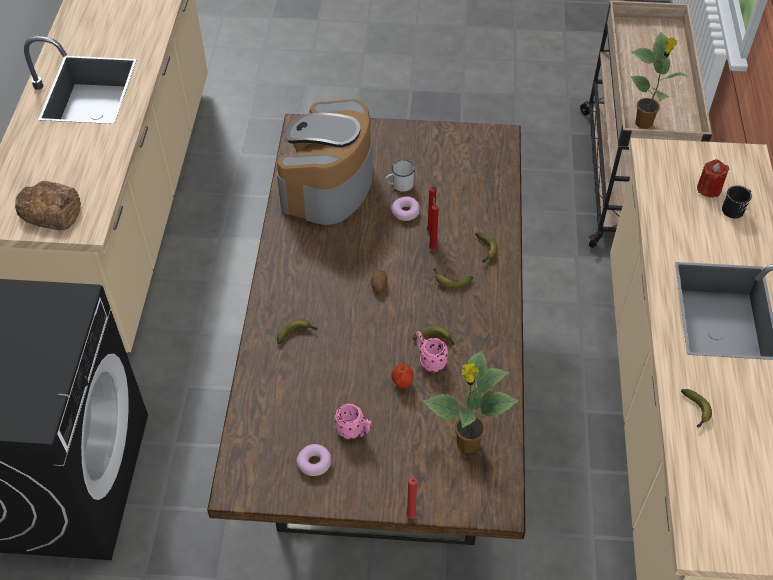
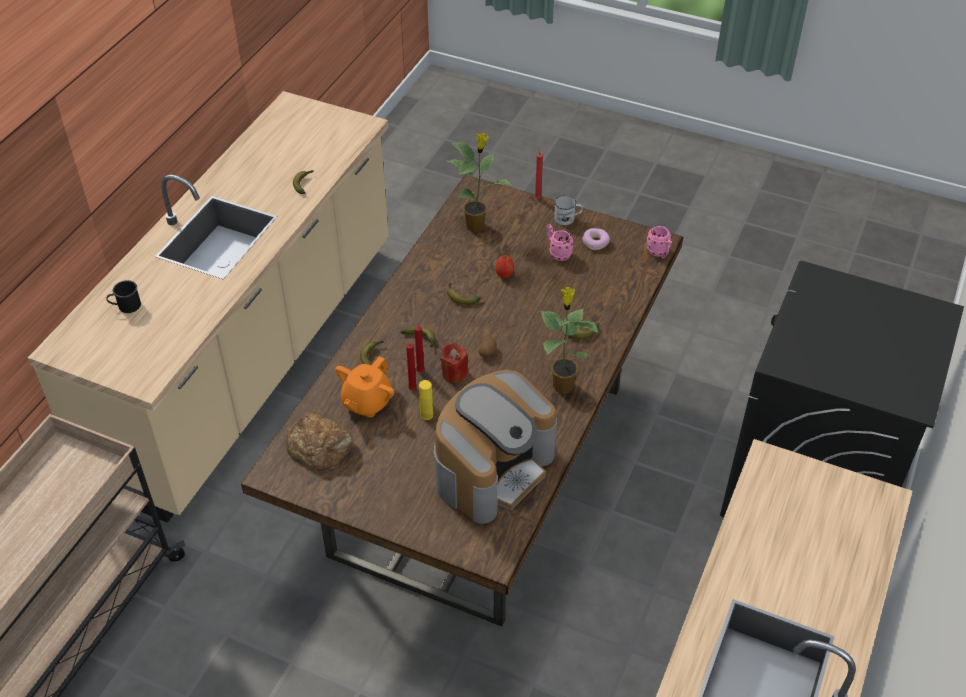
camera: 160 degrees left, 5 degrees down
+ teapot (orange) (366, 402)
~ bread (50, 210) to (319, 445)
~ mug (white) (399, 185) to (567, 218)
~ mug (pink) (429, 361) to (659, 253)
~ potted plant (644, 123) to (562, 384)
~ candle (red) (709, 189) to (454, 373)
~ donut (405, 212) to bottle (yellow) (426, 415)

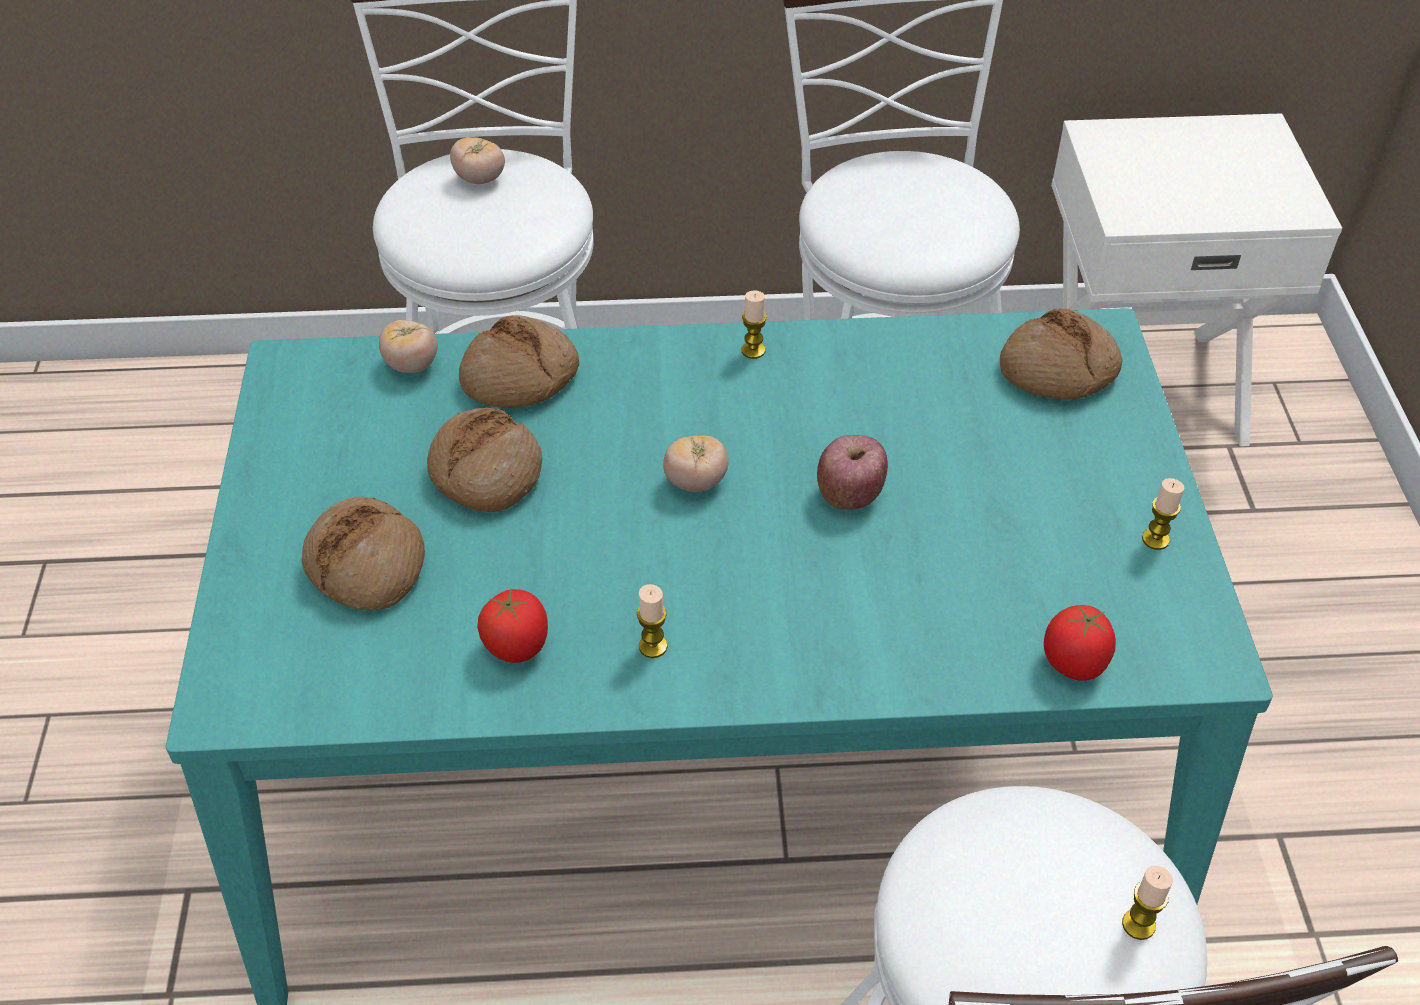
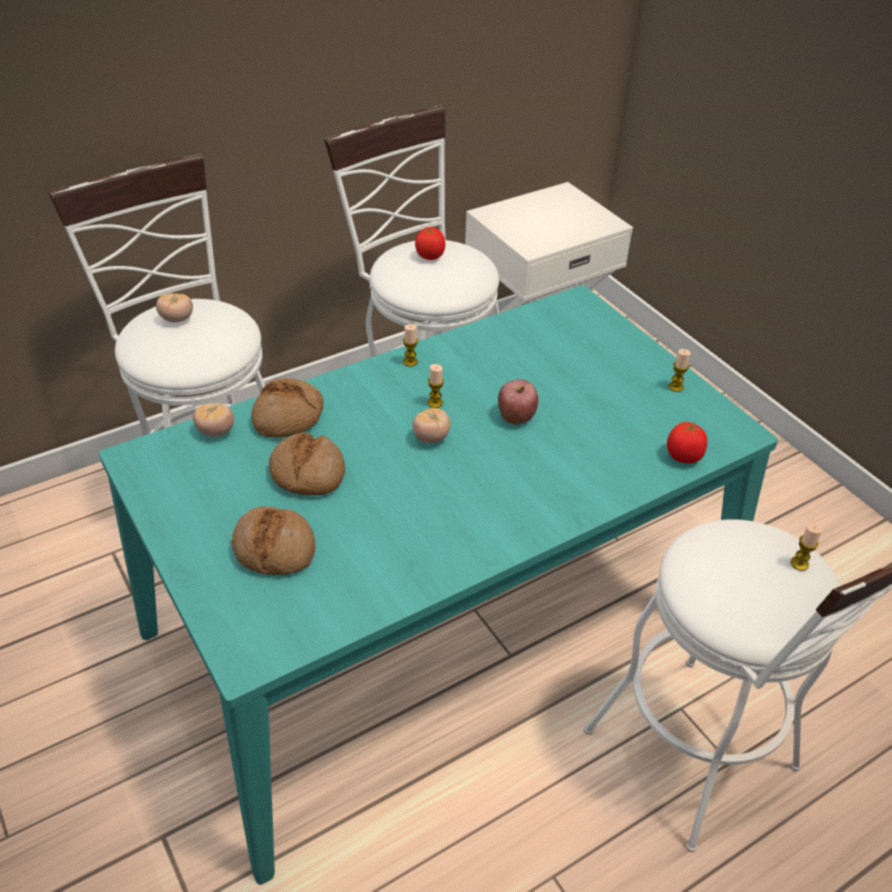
camera: 30 degrees left, 5 degrees down
- bread (1058, 371)
~ tomato (517, 646) to (430, 256)
~ candle (653, 646) to (435, 403)

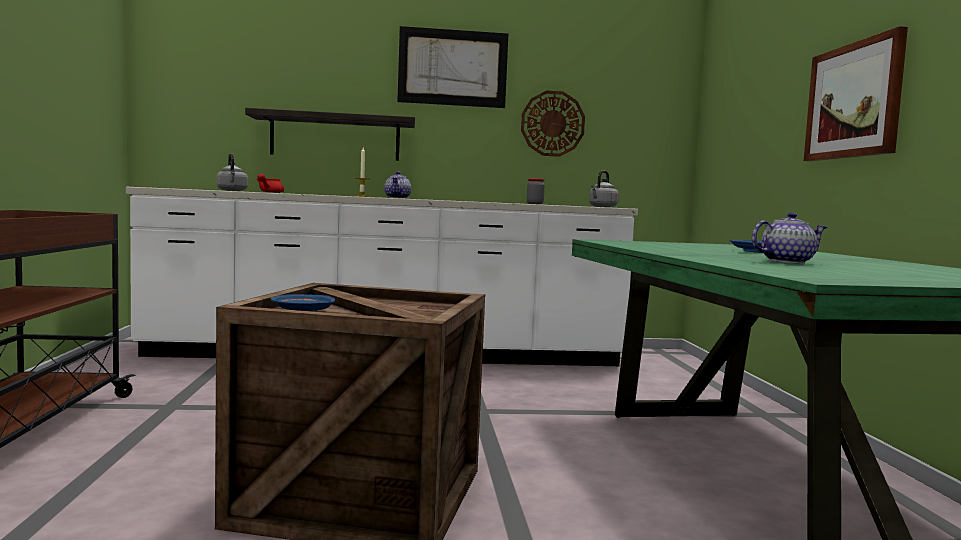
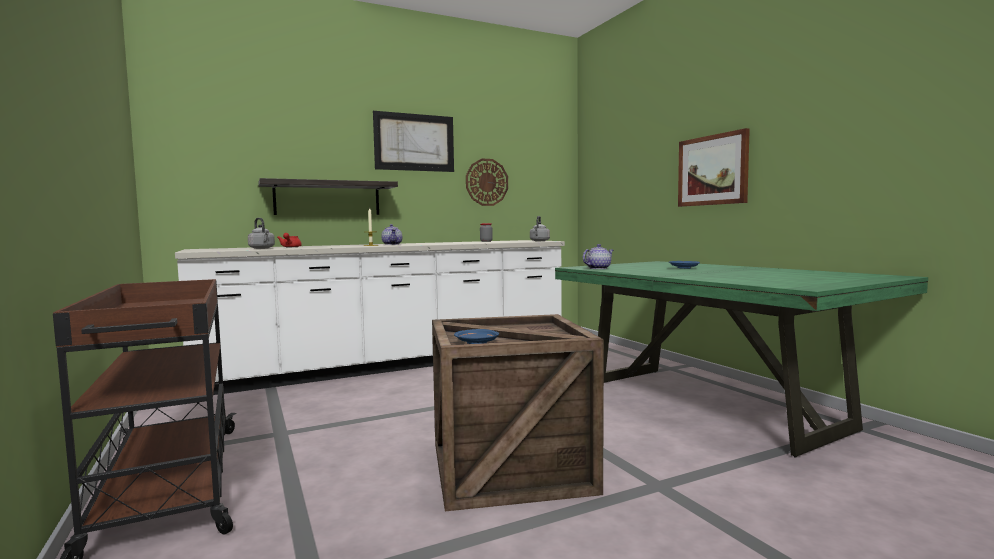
camera: 20 degrees left, 0 degrees up
~ teapot (787, 262) to (598, 268)

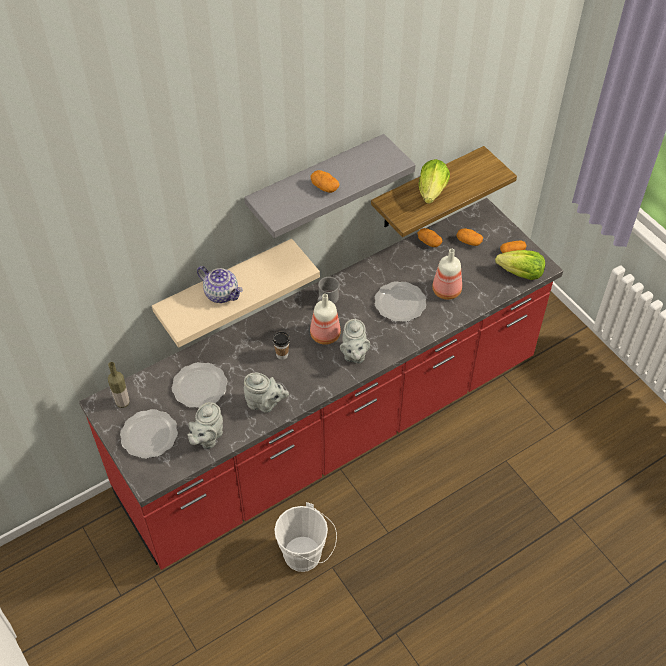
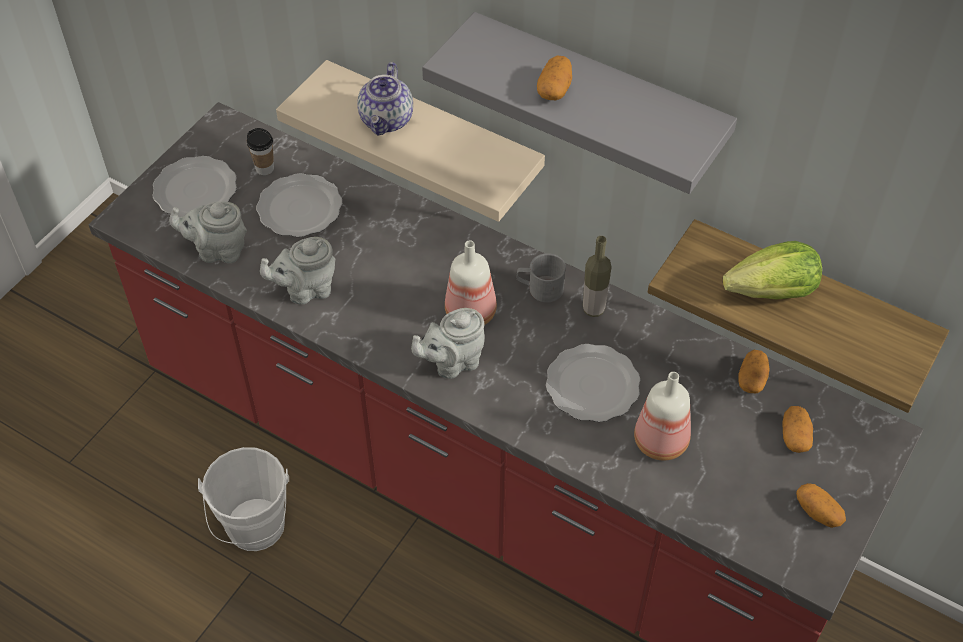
camera: 65 degrees right, 0 degrees up
- lettuce (521, 274)
~ bottle (122, 402) to (593, 309)
~ cup (282, 355) to (265, 168)
~ teapot (grey) (265, 403) = (306, 290) 75 degrees clockwise

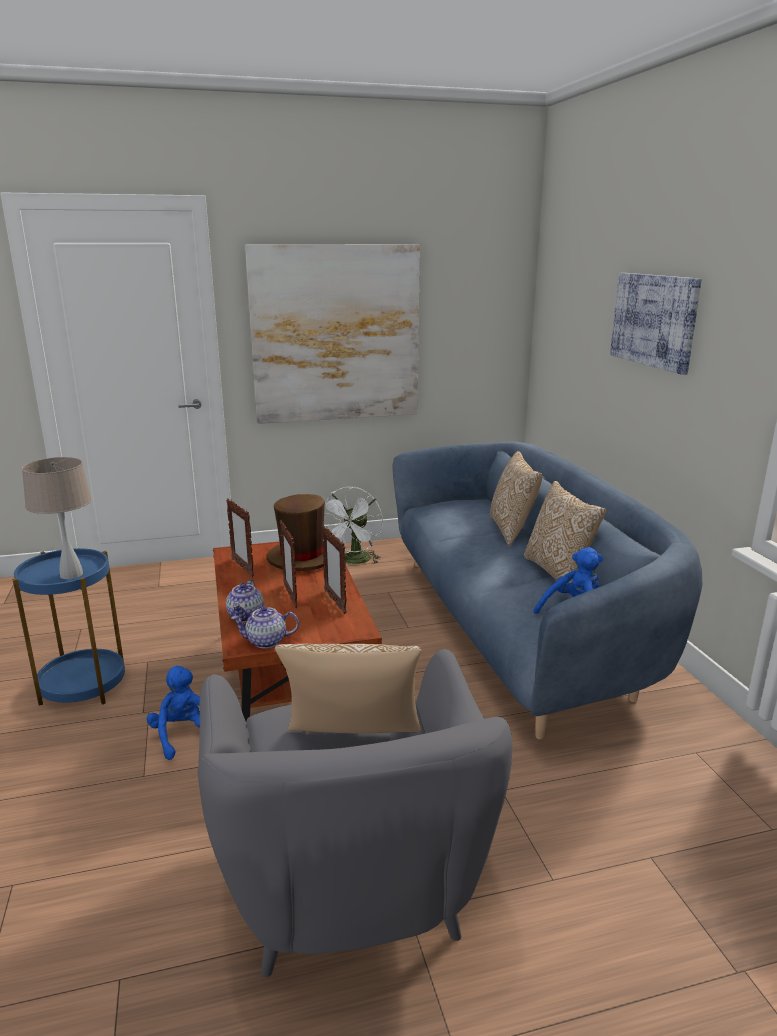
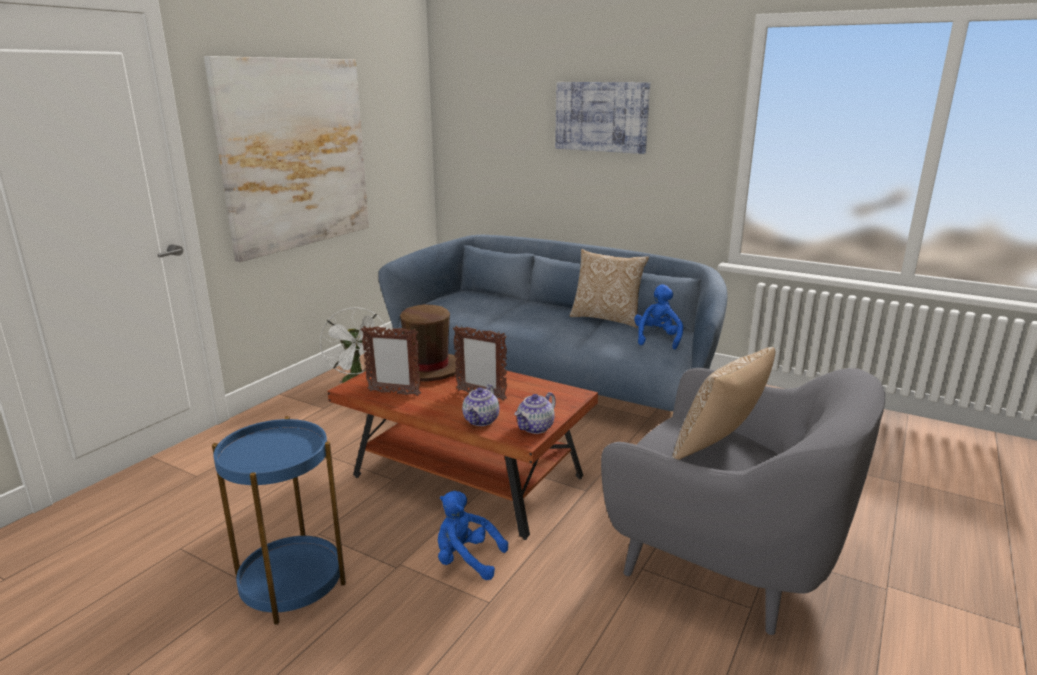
camera: 45 degrees left, 0 degrees up
- table lamp (beige) (71, 575)
- picture frame (335, 602)
- pillow (512, 531)
~ teapot (246, 616) = (481, 420) 60 degrees clockwise

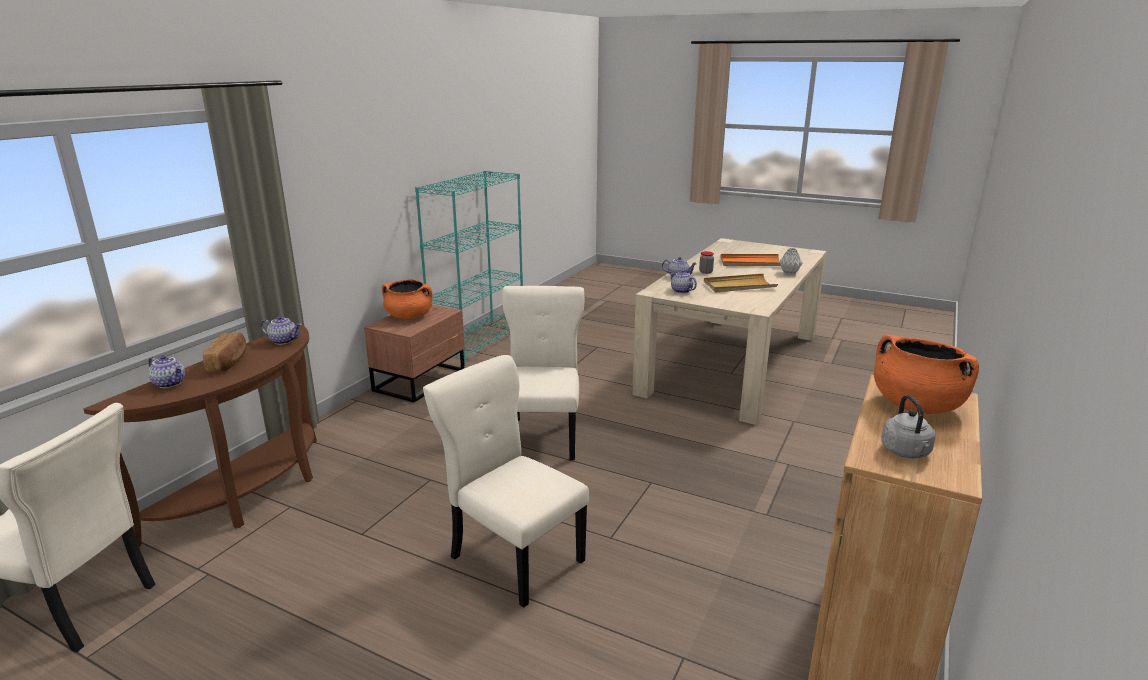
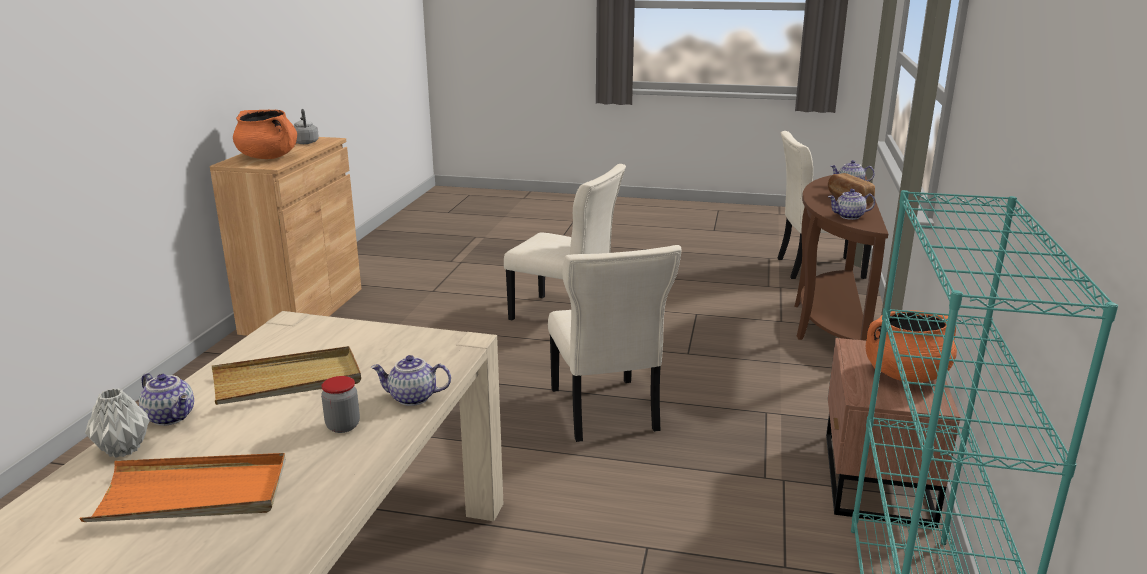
camera: 165 degrees right, 0 degrees up
~ teapot (681, 291) to (171, 417)

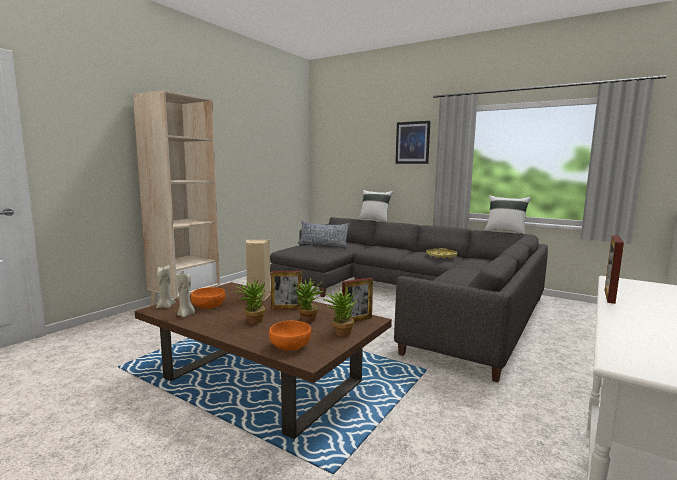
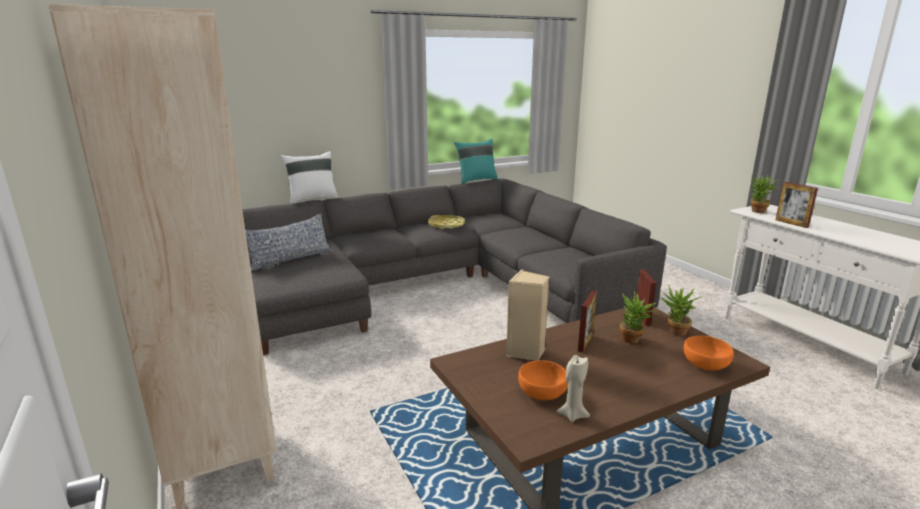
camera: 60 degrees left, 10 degrees up
- candle (beige) (165, 306)
- picture (412, 142)
~ potted plant (252, 321) to (757, 212)
~ pillow (white) (505, 231) to pillow (turquoise) (476, 180)

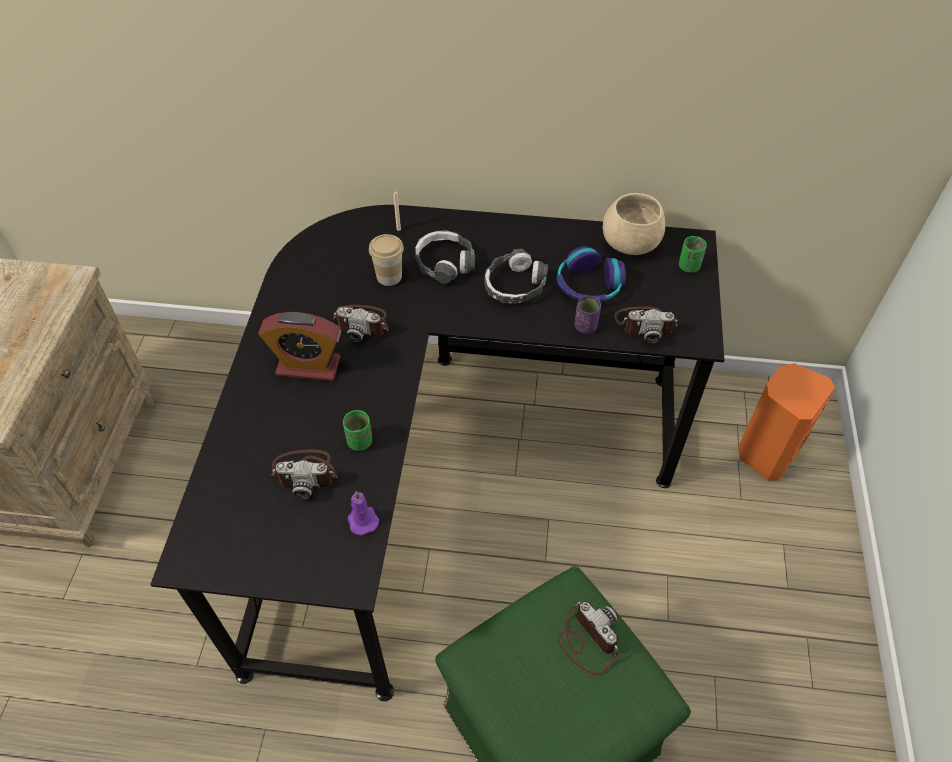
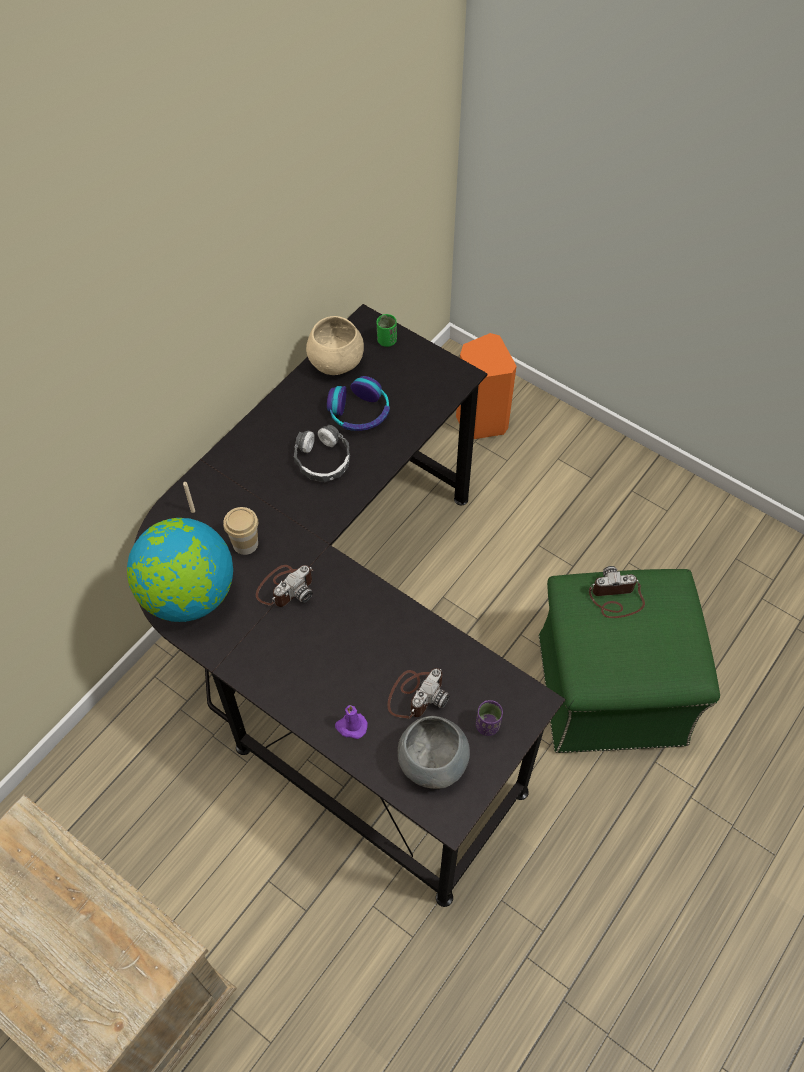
camera: 60 degrees left, 5 degrees up
- alarm clock (308, 366)
- cup (green) (360, 441)
- headphones (444, 263)
- photo camera (645, 324)
+ globe (188, 595)
+ bowl (grey) (432, 761)
~ candle (purple) (362, 519) to (351, 726)
~ cup (purple) (585, 326) to (487, 725)

